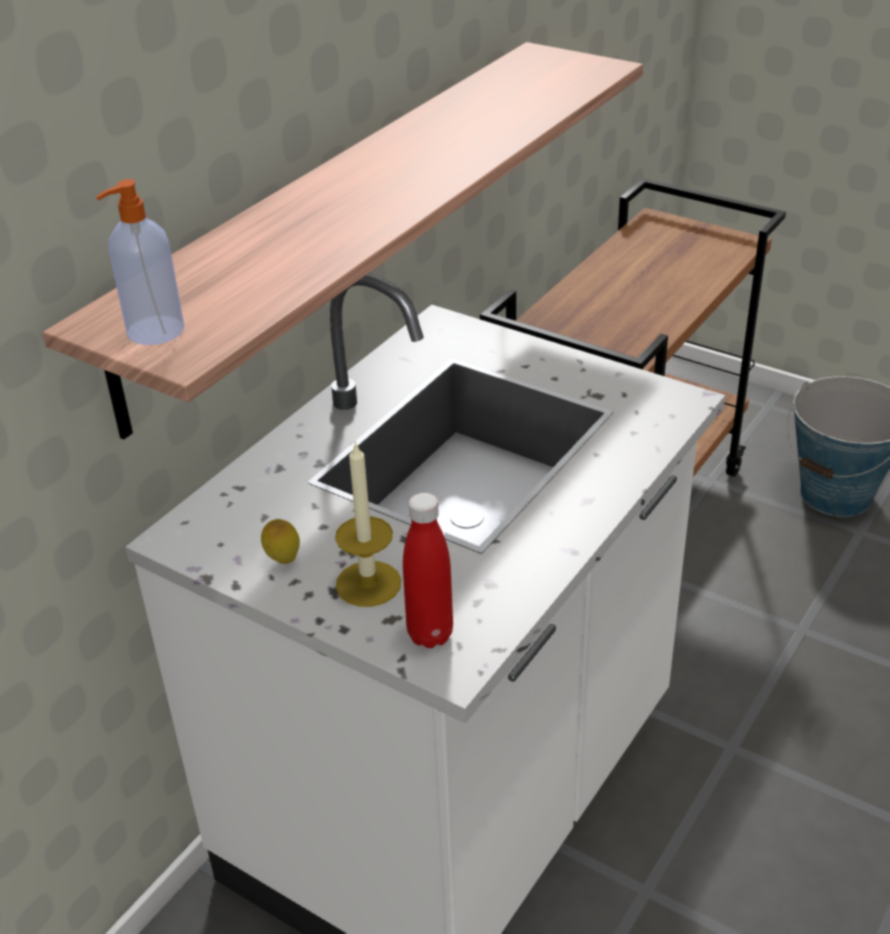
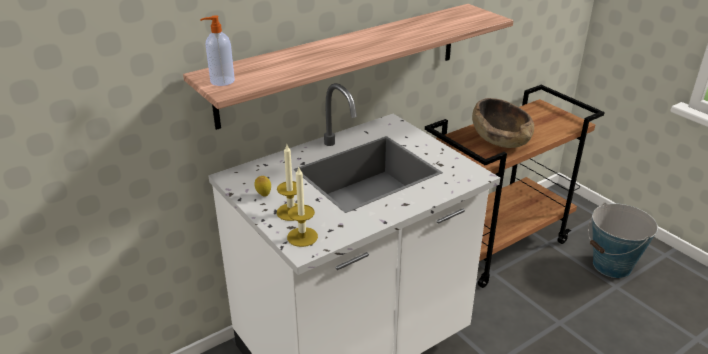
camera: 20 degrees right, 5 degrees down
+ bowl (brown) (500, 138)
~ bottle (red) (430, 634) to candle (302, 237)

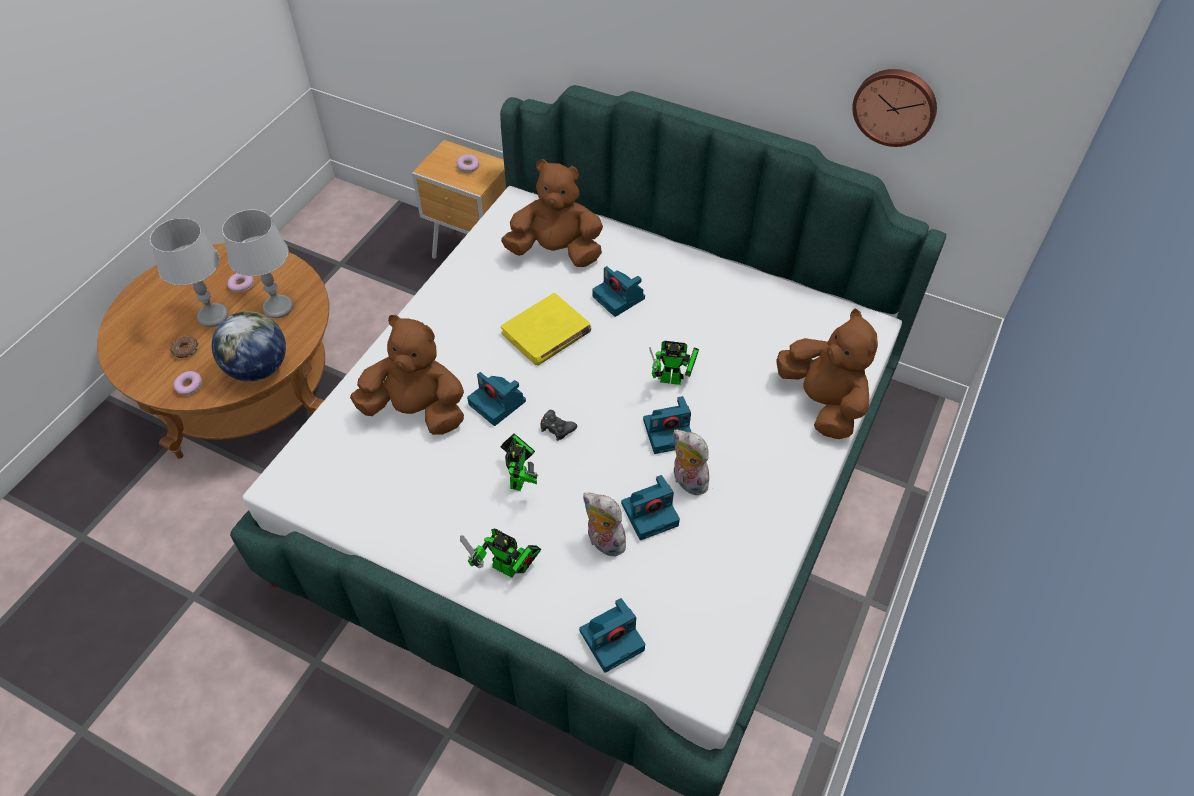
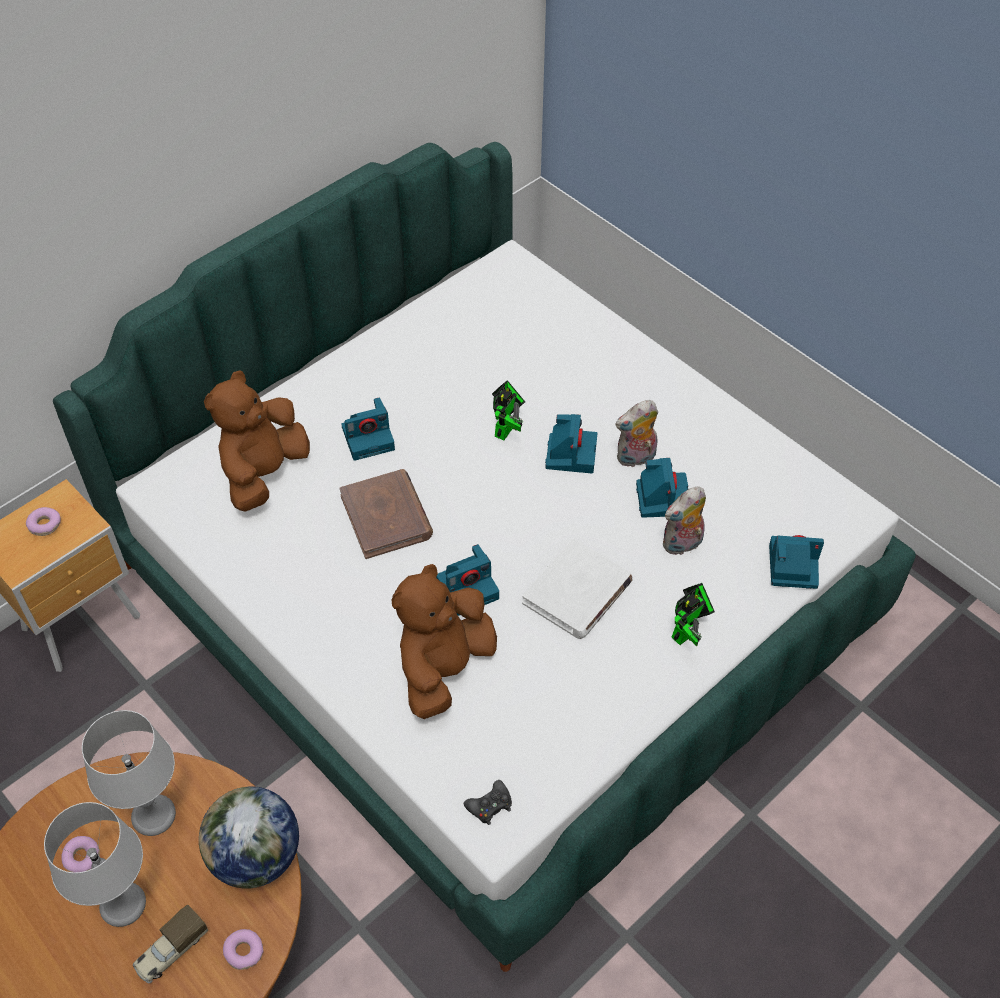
camera: 70 degrees left, 0 degrees up
- plush toy (brown) (822, 403)
- wall clock (895, 106)
~ game controller (black) (557, 428) to (490, 805)
~ donut (185, 350) to toy truck (171, 951)
~ toy robot (520, 477) to book (white) (577, 593)
~ book (yellow) (546, 333) to book (brown) (386, 516)
~ photo camera (612, 639) = (791, 566) 75 degrees counterclockwise

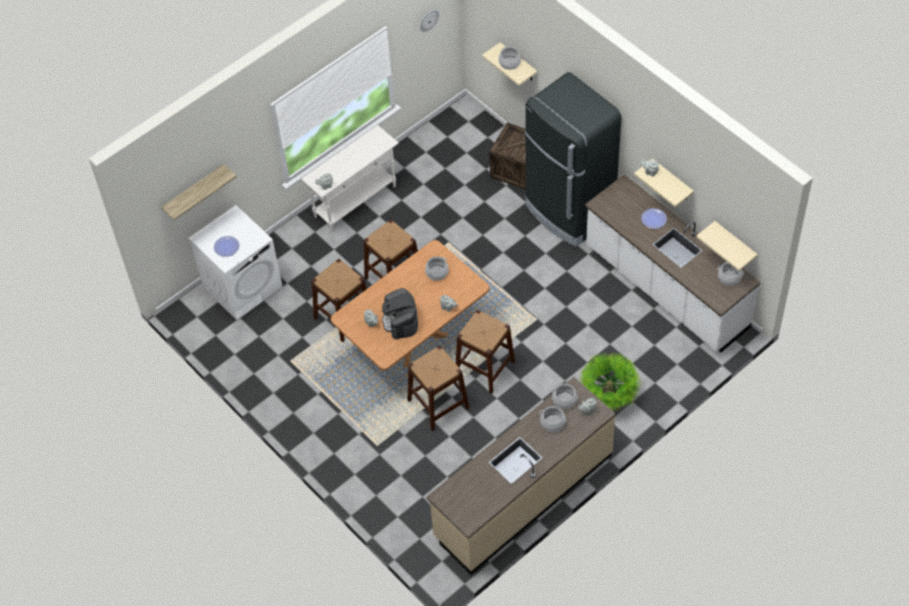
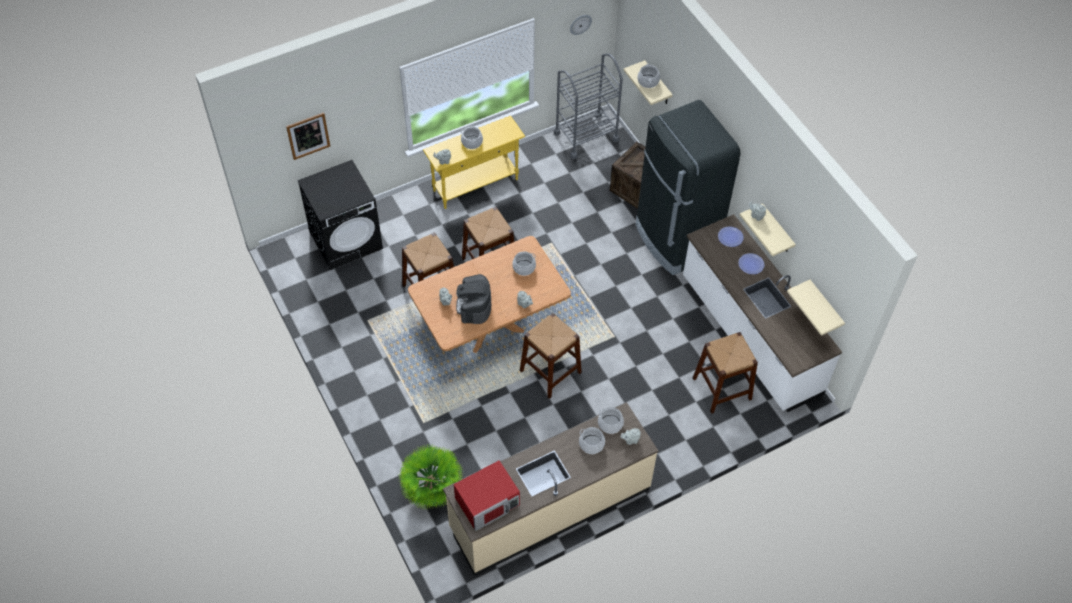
camera: 10 degrees right, 0 degrees up
+ microwave (red) (488, 501)
+ cart (grey) (586, 136)
~ plate (226, 247) to (730, 237)
~ stool (brown) (438, 404) to (722, 388)
~ potted plant (608, 397) to (432, 490)
~ cooking pot (729, 277) to (472, 142)
~ shelf (194, 191) to picture (308, 135)
~ washing machine (white) (243, 286) to washing machine (black) (346, 240)
~ console table (white) (355, 201) to console table (yellow) (476, 185)

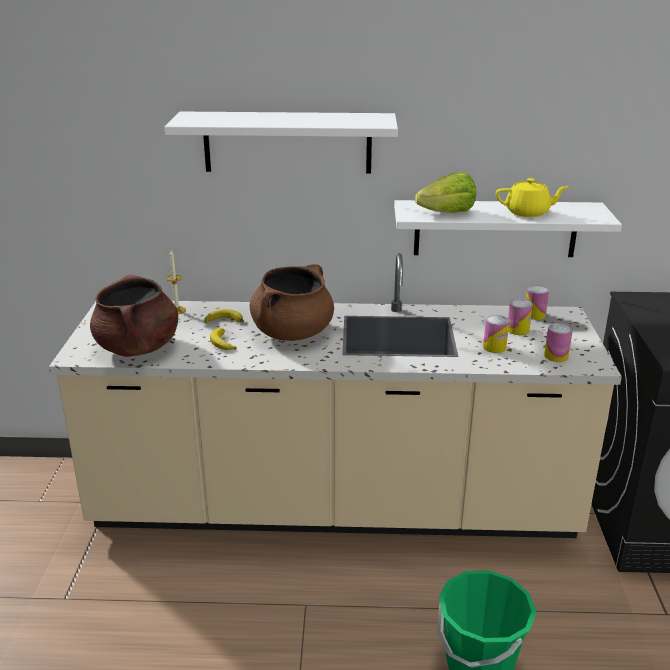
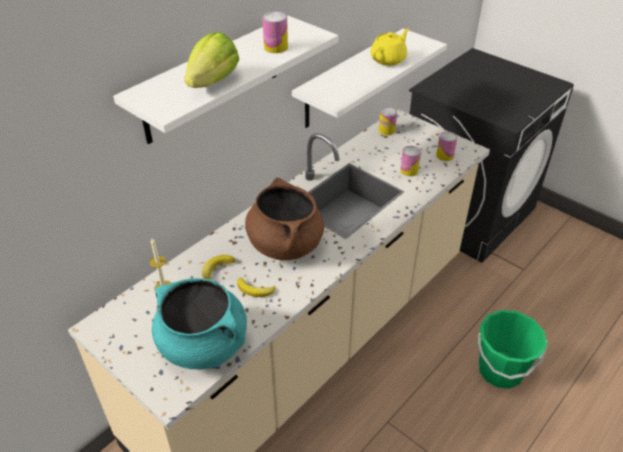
camera: 50 degrees left, 15 degrees up
~ lettuce (447, 213) to (213, 81)
~ can (518, 330) to (276, 47)
~ cooking pot (brown) (138, 348) to cooking pot (turquoise) (204, 345)

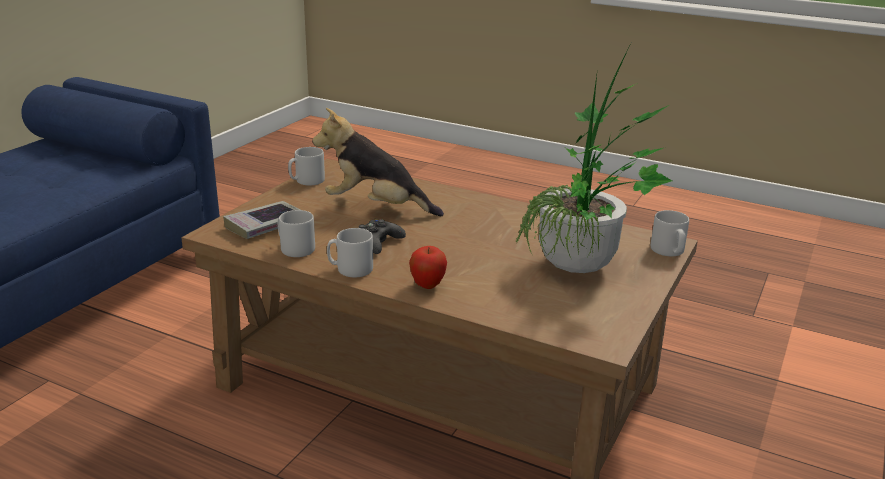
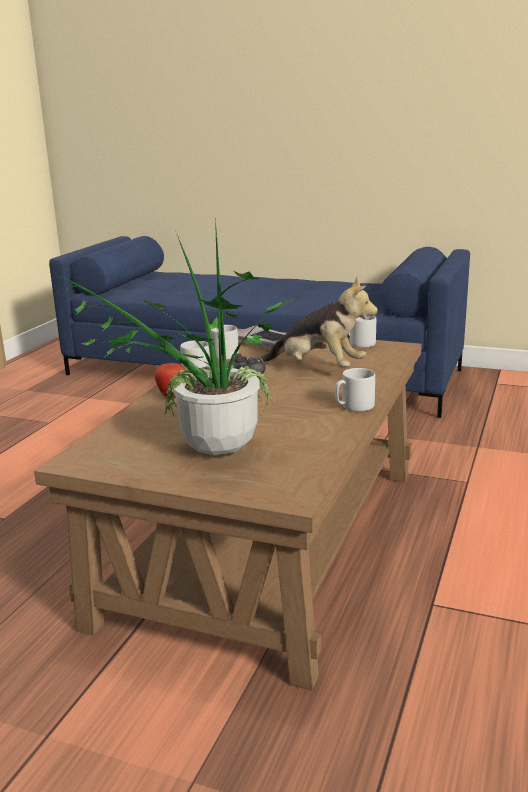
camera: 85 degrees right, 5 degrees down
~ mug (grey) (669, 251) to (354, 406)
~ plush toy (376, 207) = (318, 368) 105 degrees clockwise

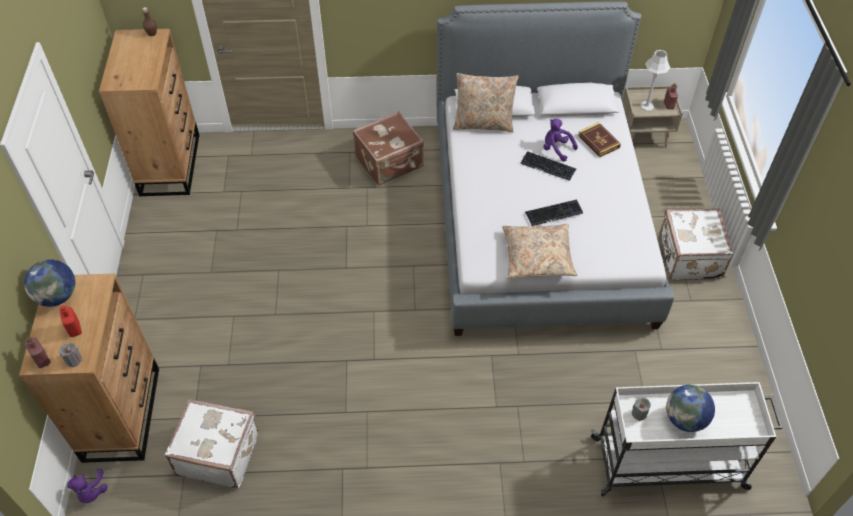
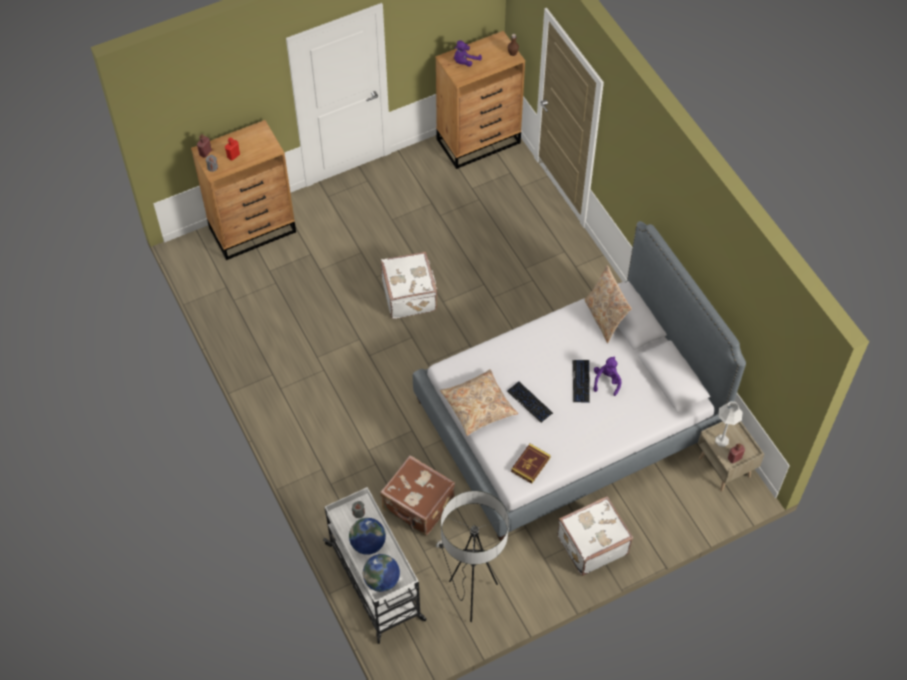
camera: 65 degrees right, 5 degrees up
+ floor lamp (470, 594)
~ globe (57, 296) to (382, 580)
~ plush toy (purple) (91, 492) to (465, 61)
~ suitcase (white) (218, 453) to (410, 295)
~ suitcase (brown) (390, 163) to (418, 506)
~ book (598, 141) to (530, 464)

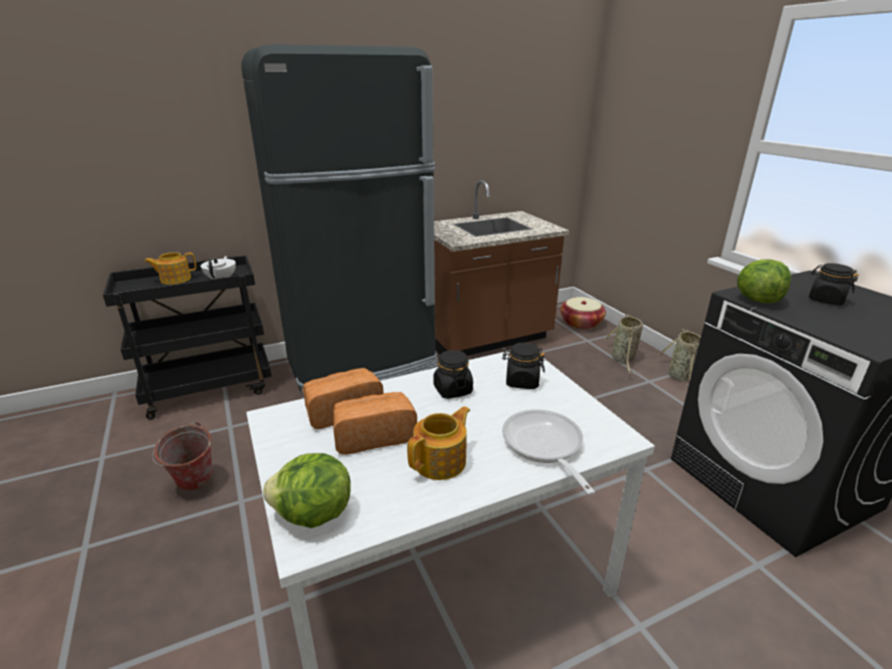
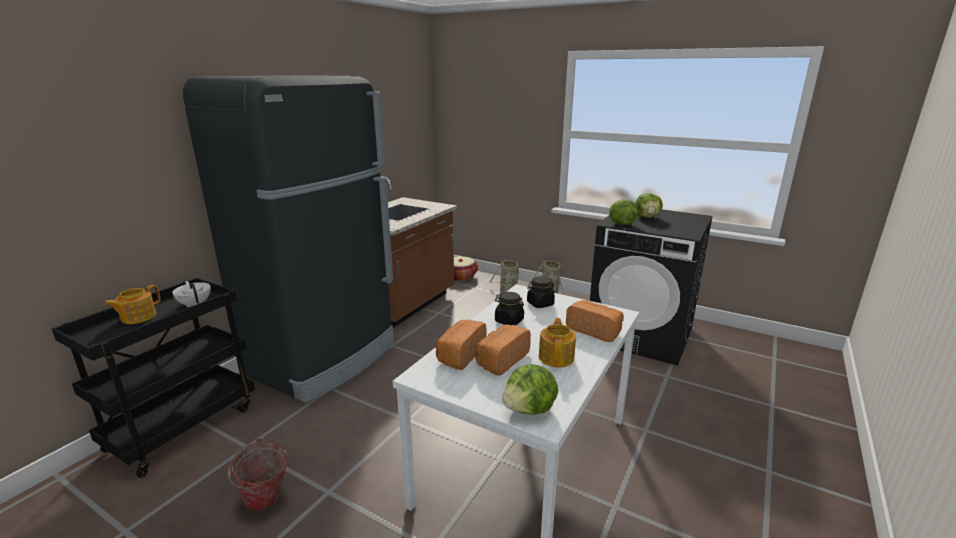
camera: 35 degrees left, 5 degrees down
~ frying pan (544, 446) to bread (595, 330)
~ jar (black) (826, 300) to lettuce (647, 217)

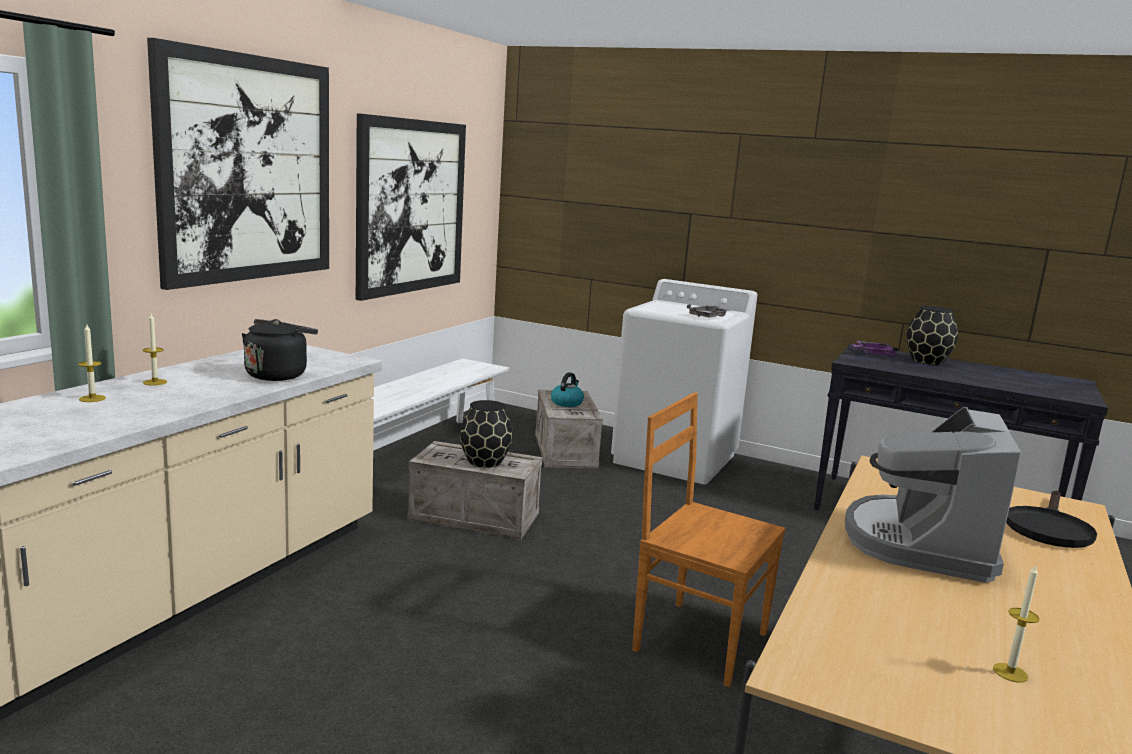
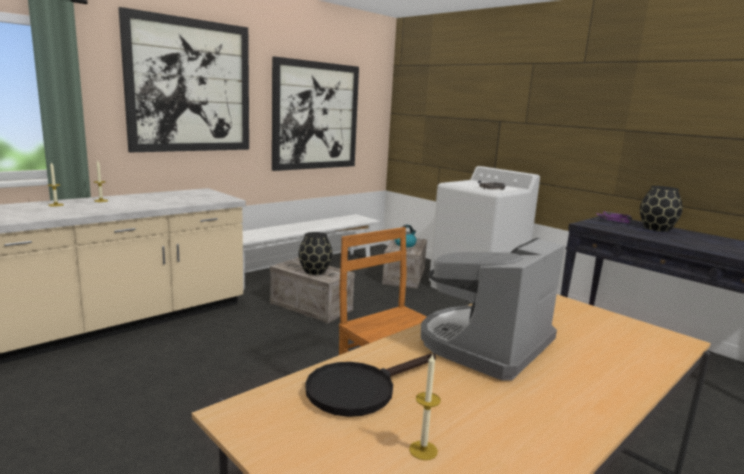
camera: 20 degrees right, 0 degrees up
- kettle (black) (278, 375)
~ frying pan (black) (1048, 528) to (360, 389)

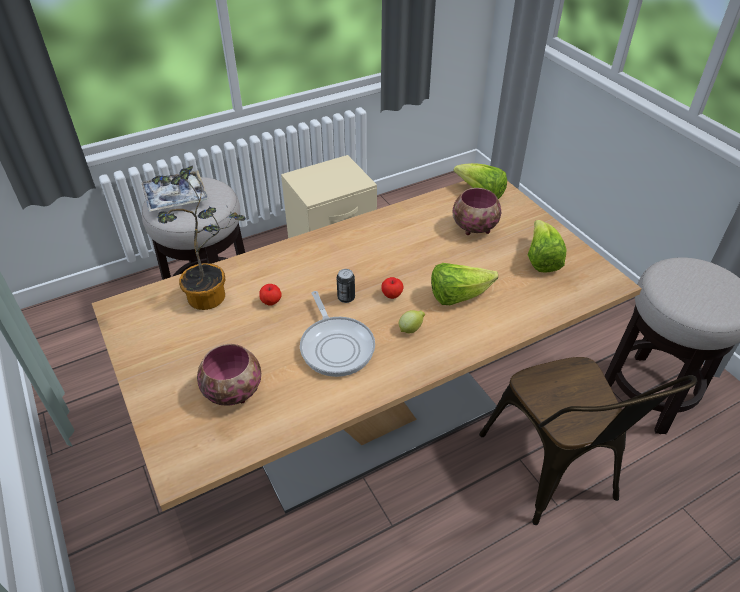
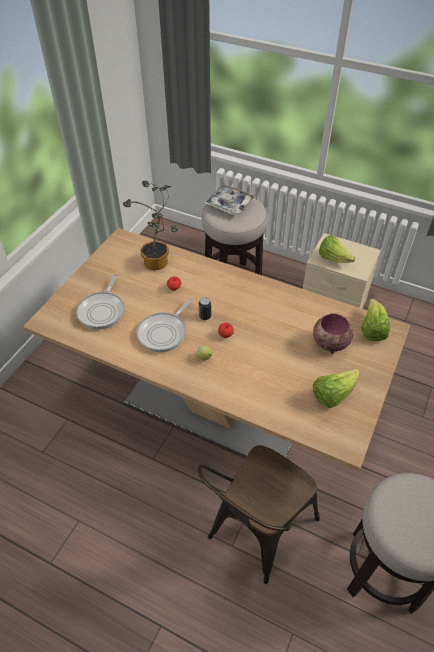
camera: 55 degrees right, 5 degrees up
~ lettuce (458, 296) to (333, 258)
~ bowl (233, 390) to frying pan (102, 310)

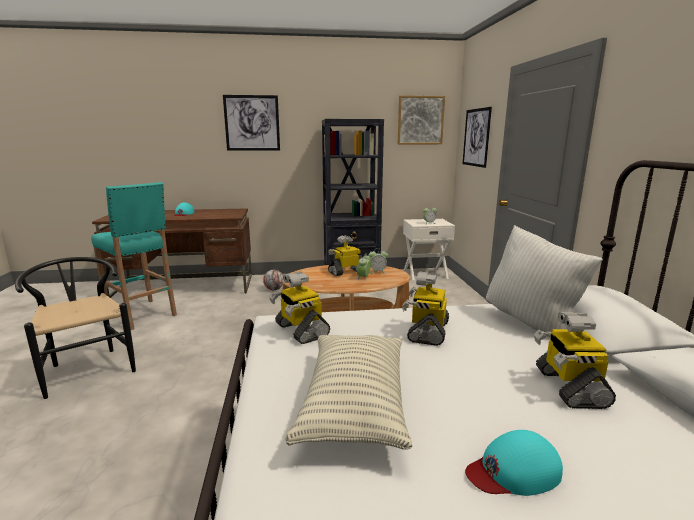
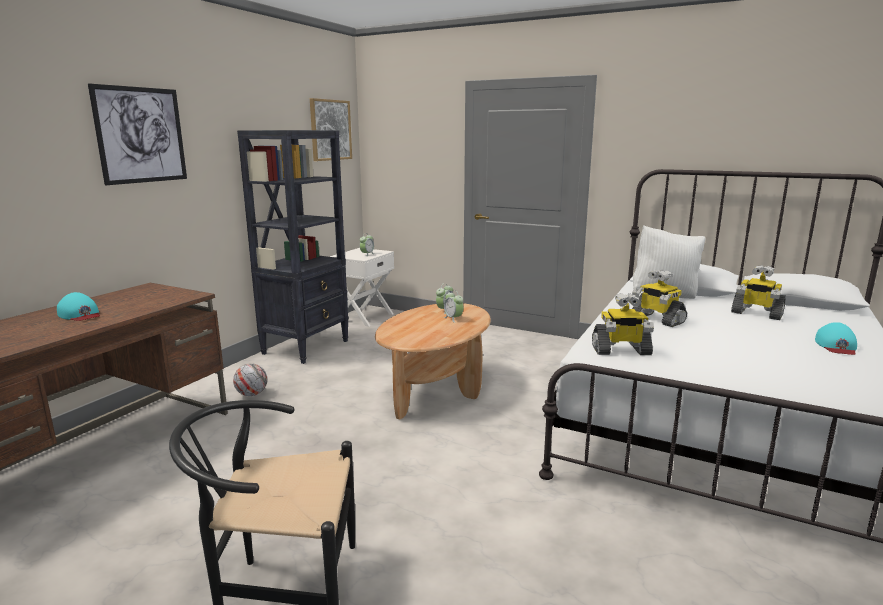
camera: 55 degrees left, 0 degrees up
- stool (turquoise) (142, 315)
- pillow (354, 404)
- toy robot (346, 272)
- picture (476, 137)

